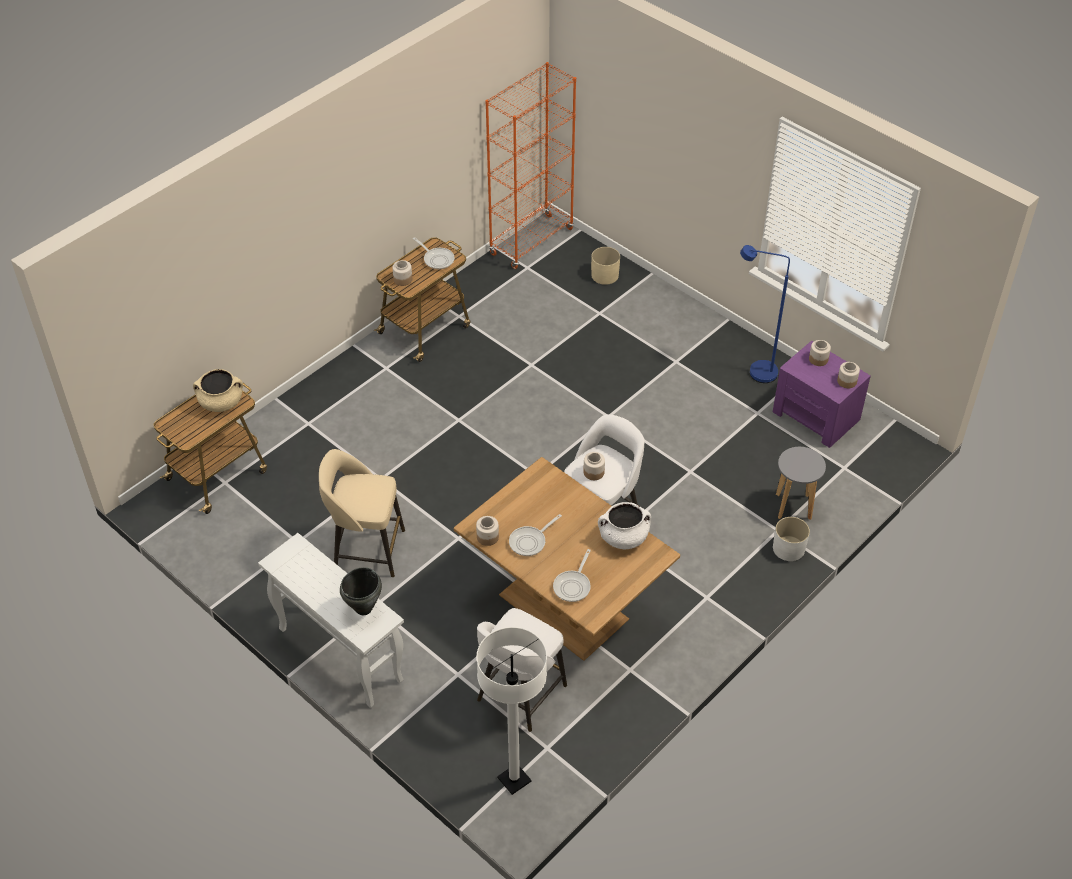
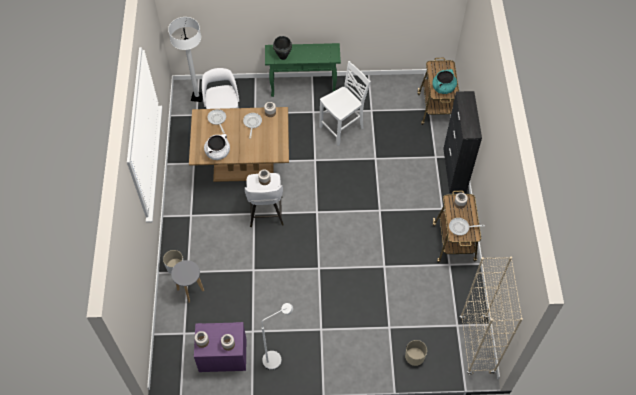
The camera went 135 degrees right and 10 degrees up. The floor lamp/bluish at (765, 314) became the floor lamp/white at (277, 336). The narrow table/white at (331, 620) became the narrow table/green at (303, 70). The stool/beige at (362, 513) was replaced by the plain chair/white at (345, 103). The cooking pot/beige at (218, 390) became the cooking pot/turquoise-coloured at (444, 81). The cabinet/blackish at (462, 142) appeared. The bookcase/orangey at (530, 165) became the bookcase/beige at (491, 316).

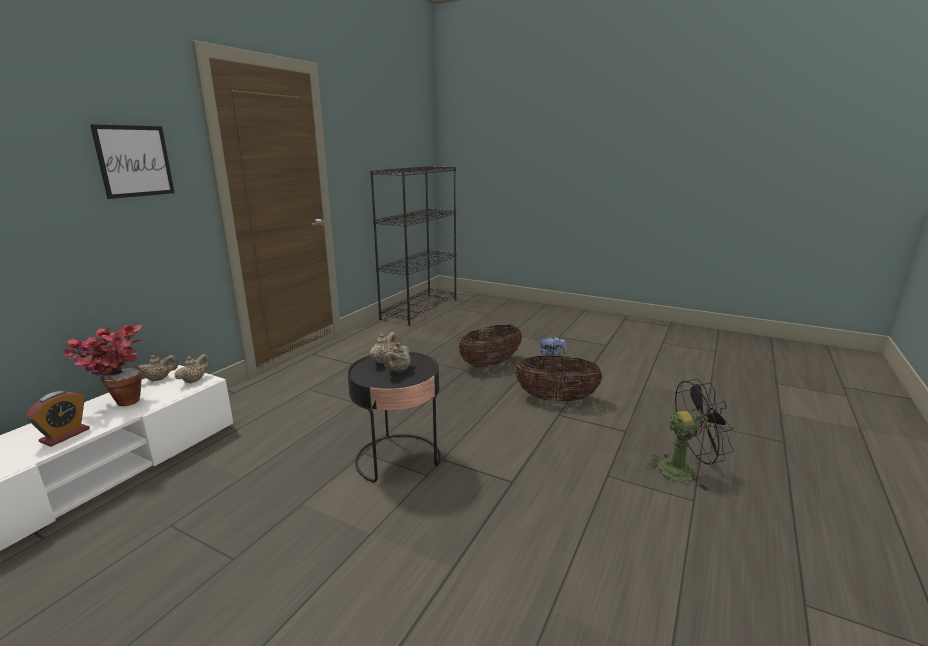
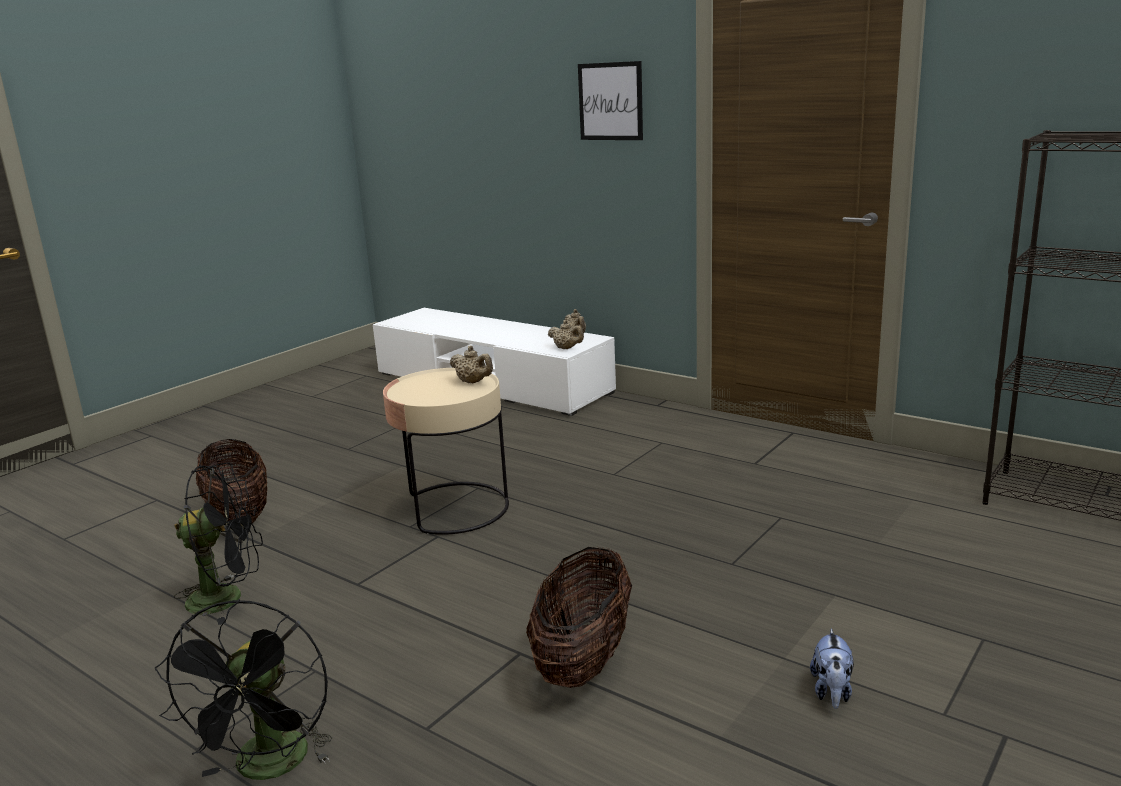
The camera went 100 degrees right and 0 degrees up. The electric fan/blackish at (218, 544) appeared. The household basket moved from (490, 346) to (231, 481). The accent table/blackish at (394, 417) became the accent table/beige at (446, 451). The alarm clock at (57, 419) disappeared. The plant in a pot at (102, 365) disappeared. The pot for tea/beige at (397, 357) disappeared.

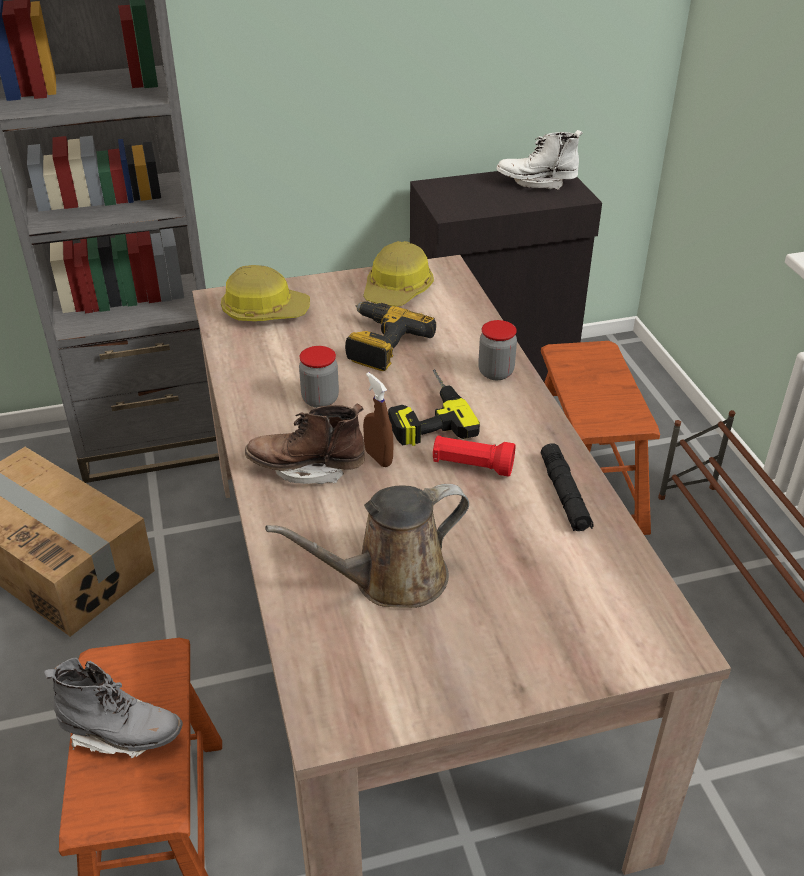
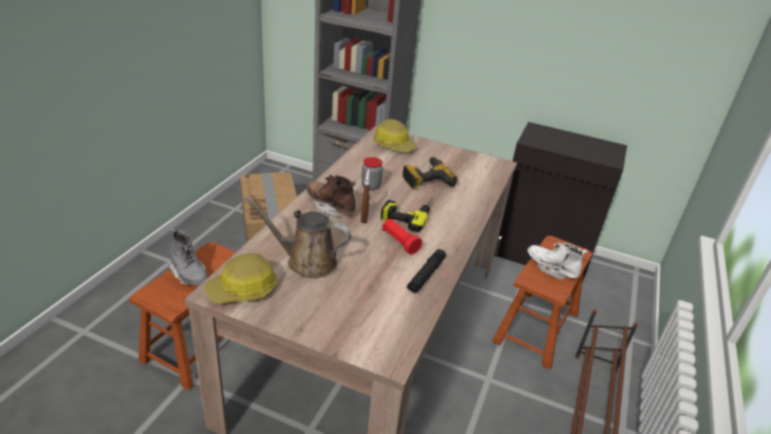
The camera went 35 degrees right and 5 degrees down. The safety helmet moved from (398, 274) to (241, 278). The boot/white moved from (540, 160) to (557, 261). The jar at (497, 350) disappeared.

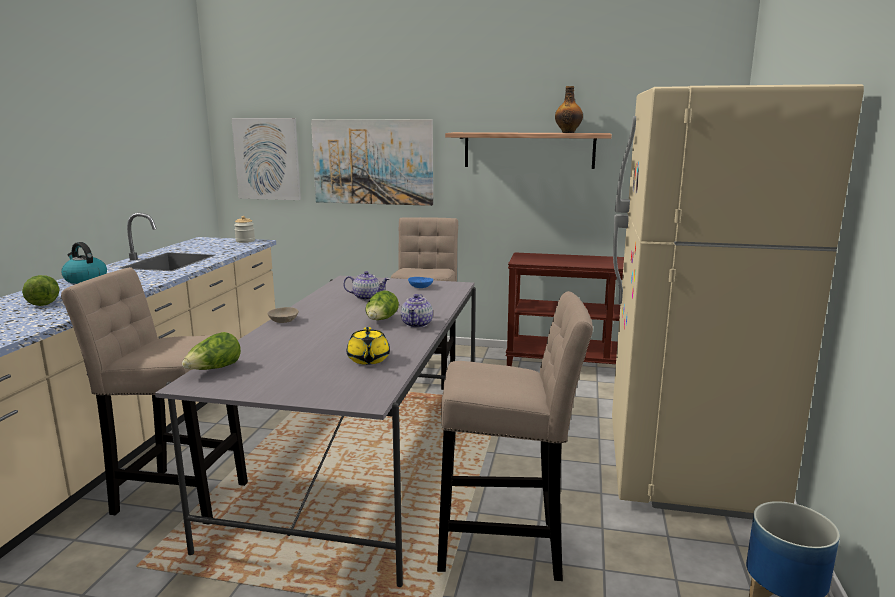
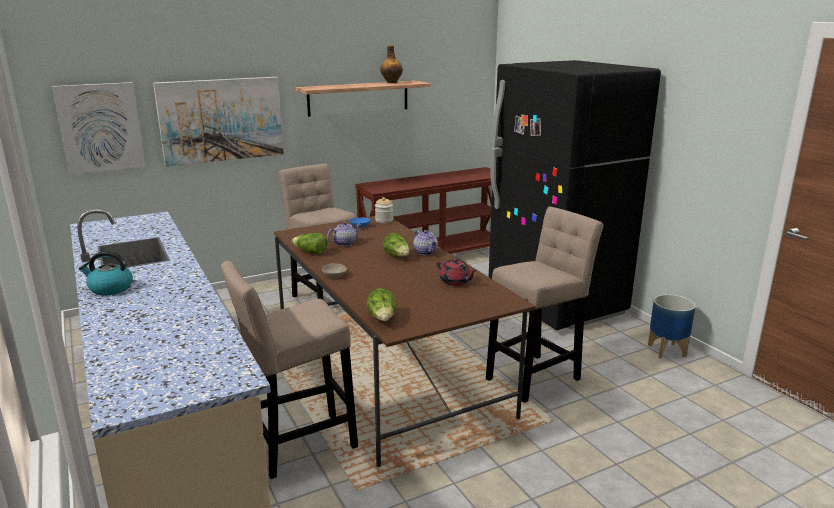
The camera went 40 degrees left and 5 degrees up. The dining table/grey at (315, 431) became the dining table/brown-coloured at (405, 341). The lettuce moved from (41, 290) to (309, 244). The jar moved from (244, 229) to (384, 210). The pot for tea/yellow at (368, 346) became the pot for tea/red-coloured at (457, 272). The kitchen fridge/beige at (738, 302) became the kitchen fridge/blackish at (575, 195).

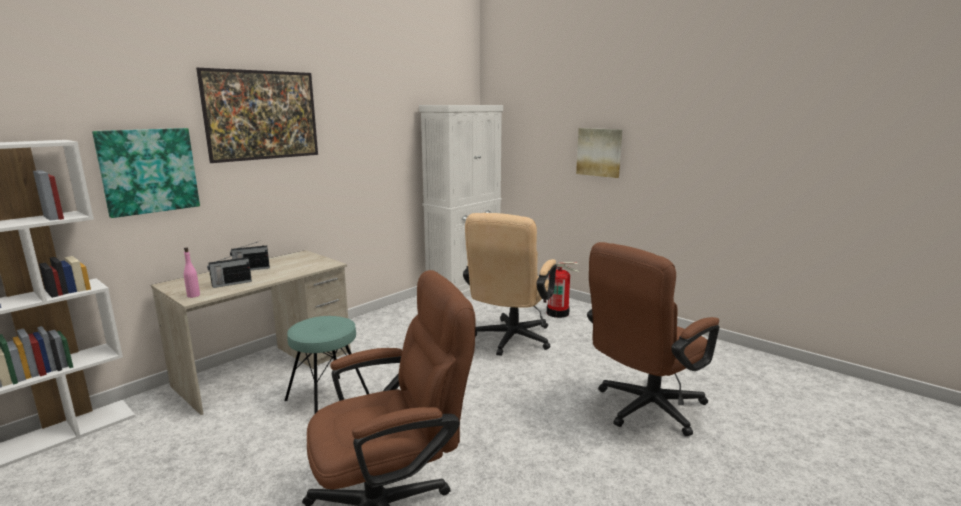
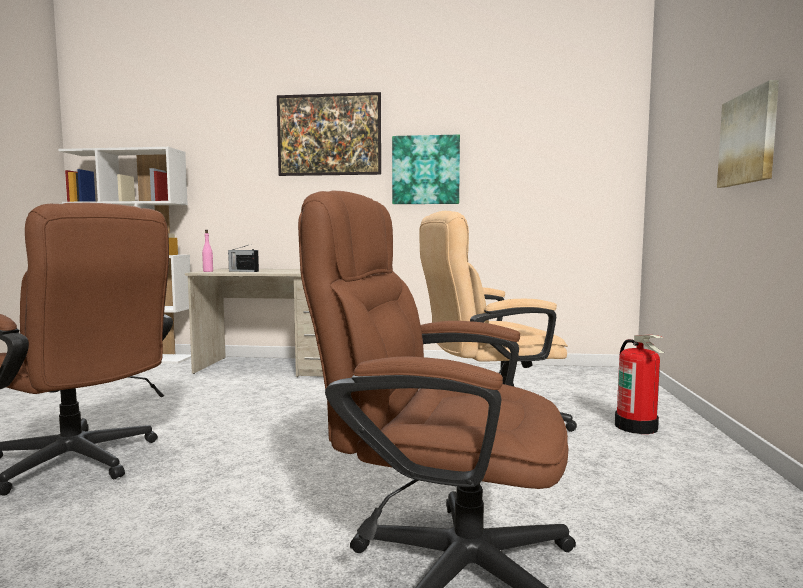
The camera went 55 degrees right and 10 degrees down. The wall picture moved from (146, 173) to (426, 169). The radio set at (250, 256) disappeared. The stool/turquoise-coloured at (326, 364) disappeared. The cabinet/white at (461, 201) disappeared.

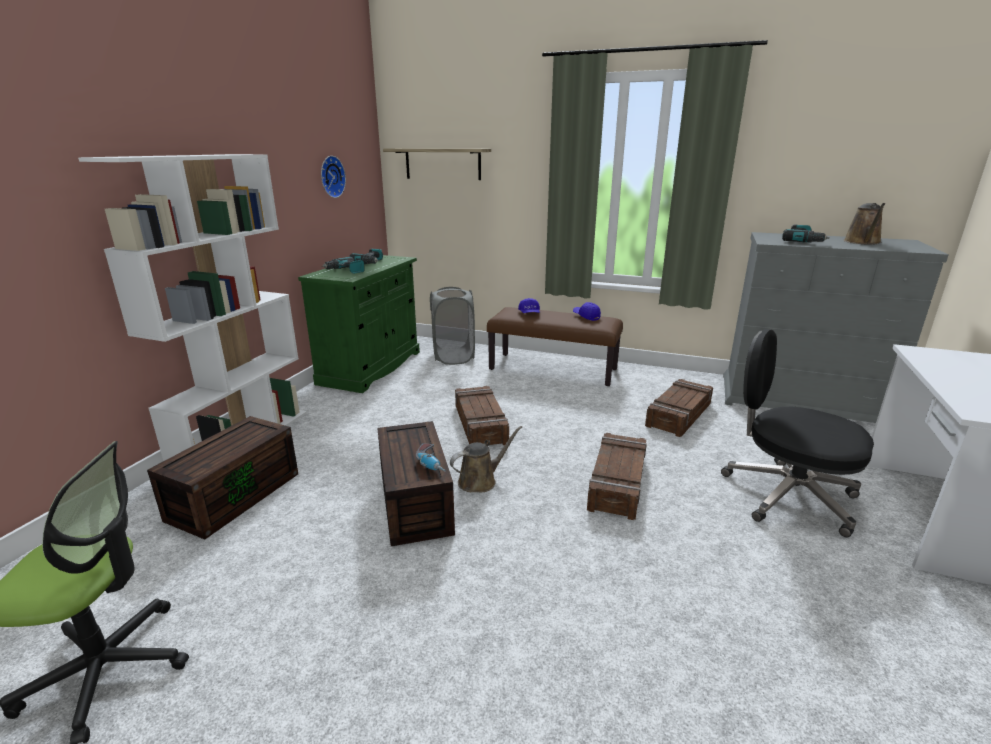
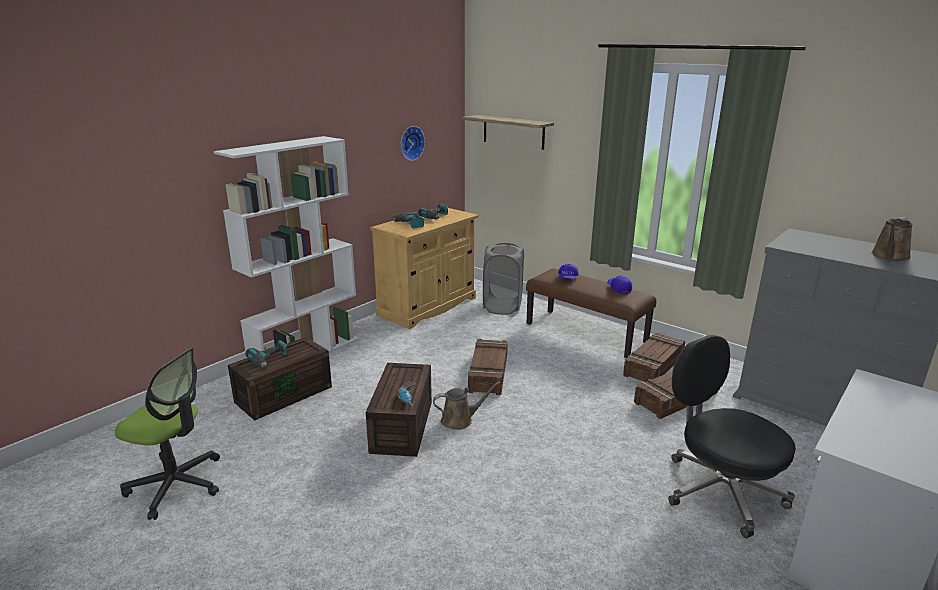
The camera went 20 degrees right and 0 degrees up. The power drill moved from (806, 233) to (266, 354). The cabinet/green at (359, 324) became the cabinet/beige at (424, 268). The crate moved from (617, 476) to (654, 357).

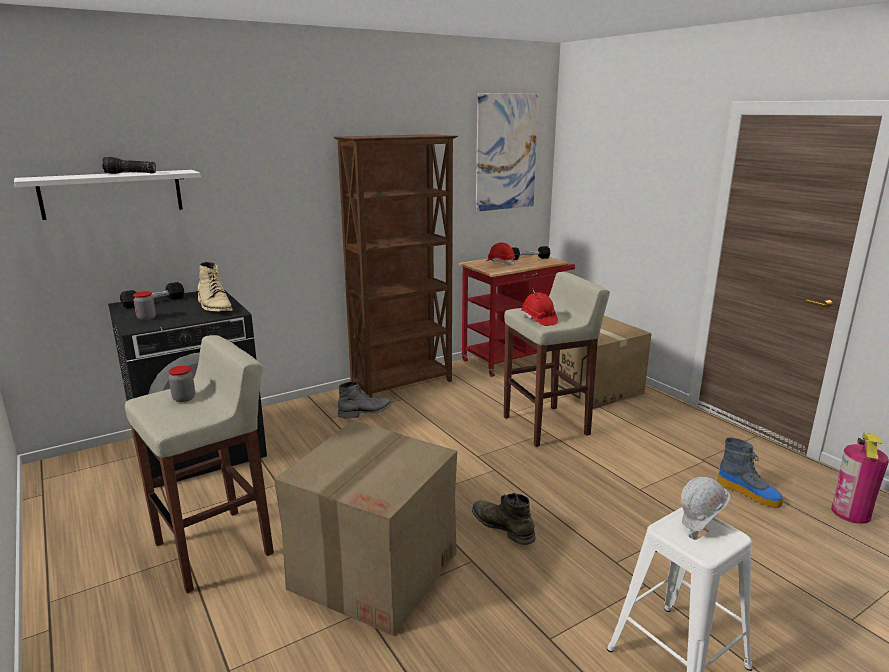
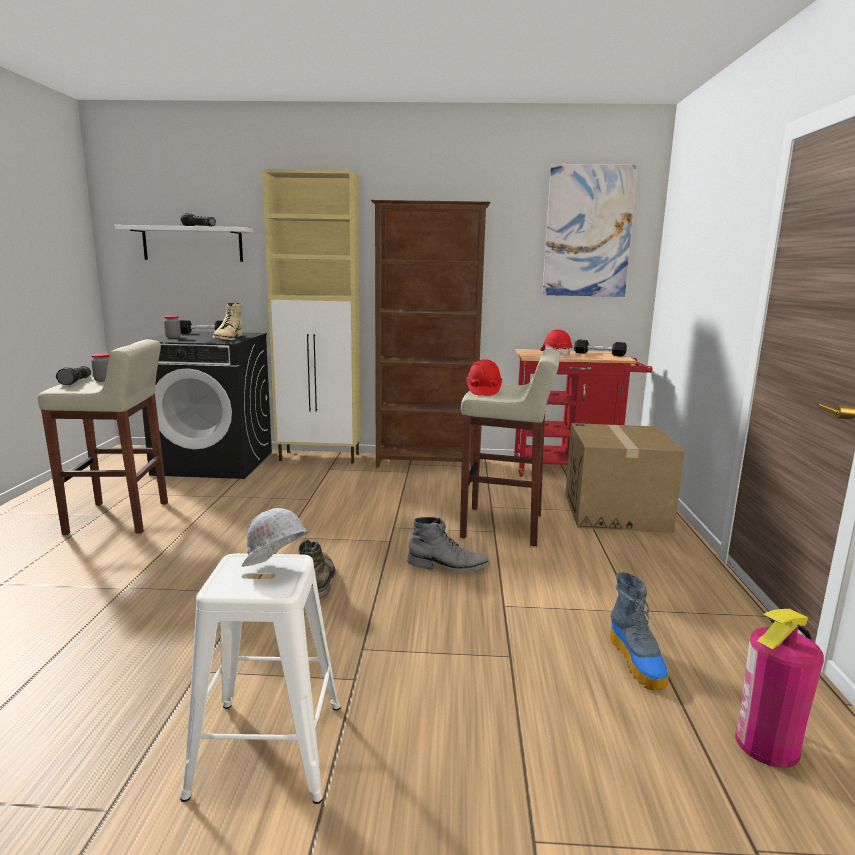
The camera went 35 degrees right and 5 degrees down. The hand torch at (73, 375) appeared. The cabinet/beige at (311, 316) appeared. The boot/grey moved from (365, 399) to (448, 544). The cardboard box at (365, 528) disappeared.

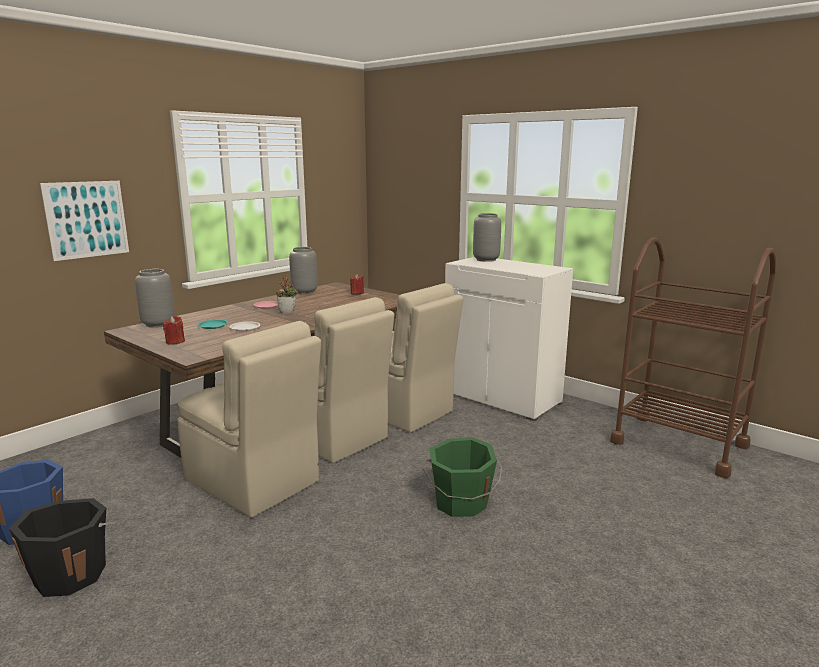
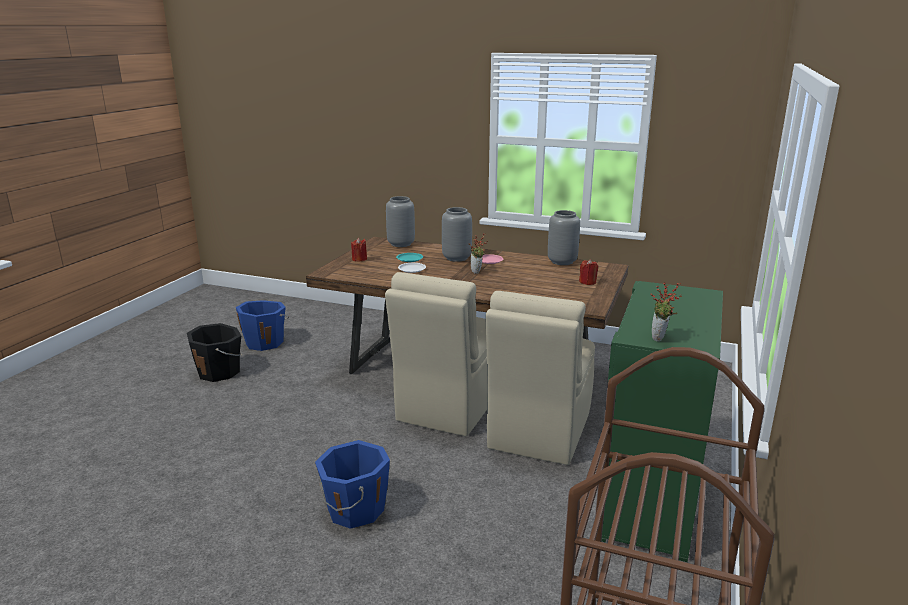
The camera went 70 degrees right and 5 degrees up. The water bucket/green at (462, 477) became the water bucket/bluish at (352, 484). The flower vase/grey moved from (487, 237) to (457, 234). The cabinet/white at (509, 339) became the cabinet/green at (662, 421). The plant in a pot at (666, 312) appeared. The wall picture at (84, 221) disappeared. The plain chair/beige at (249, 419) disappeared.

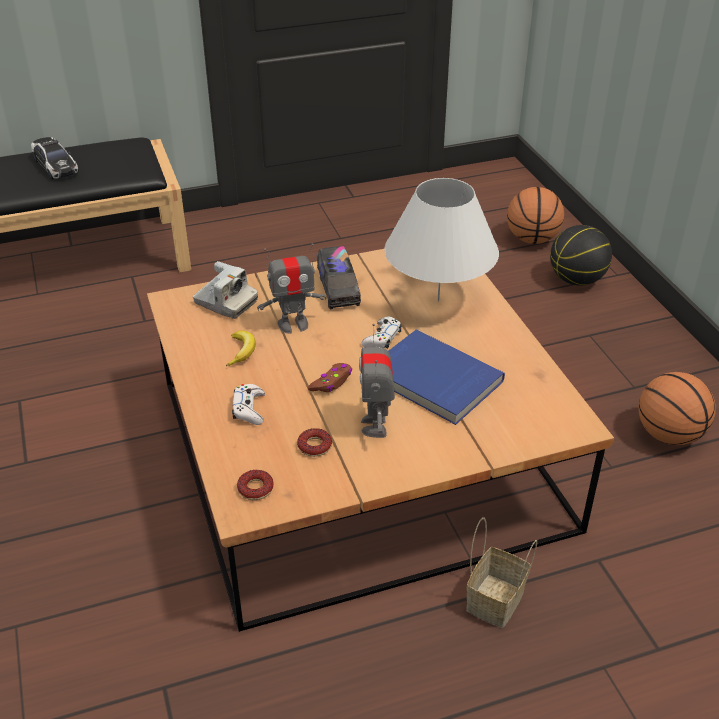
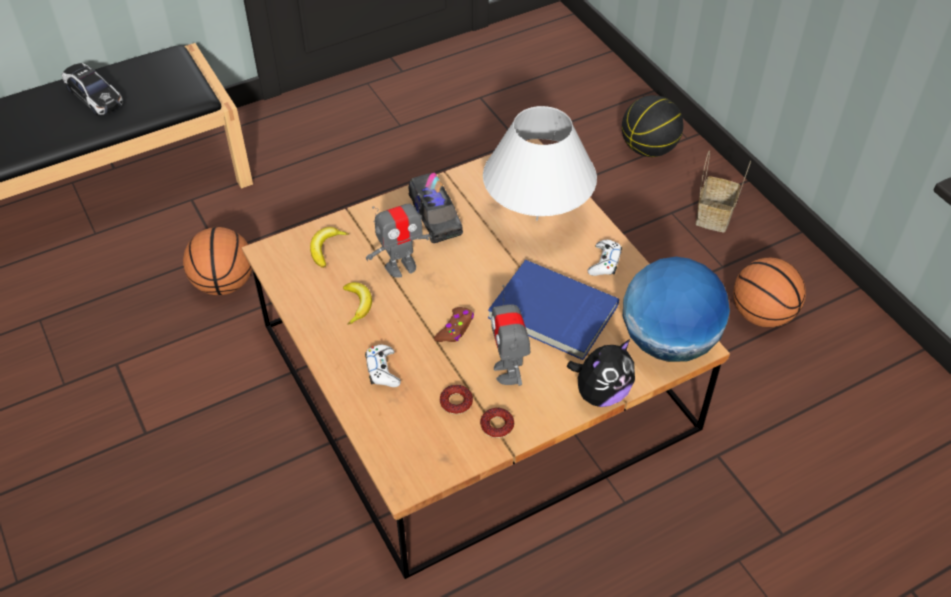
The camera went 10 degrees left and 10 degrees up. The basketball ball moved from (535, 215) to (217, 261). The still camera at (225, 290) was replaced by the banana at (329, 247). The doughnut moved from (255, 485) to (497, 423). The plush toy at (601, 373) appeared. The game controller/white moved from (382, 332) to (605, 258). The world globe at (676, 309) appeared. The household basket moved from (501, 572) to (723, 192).

